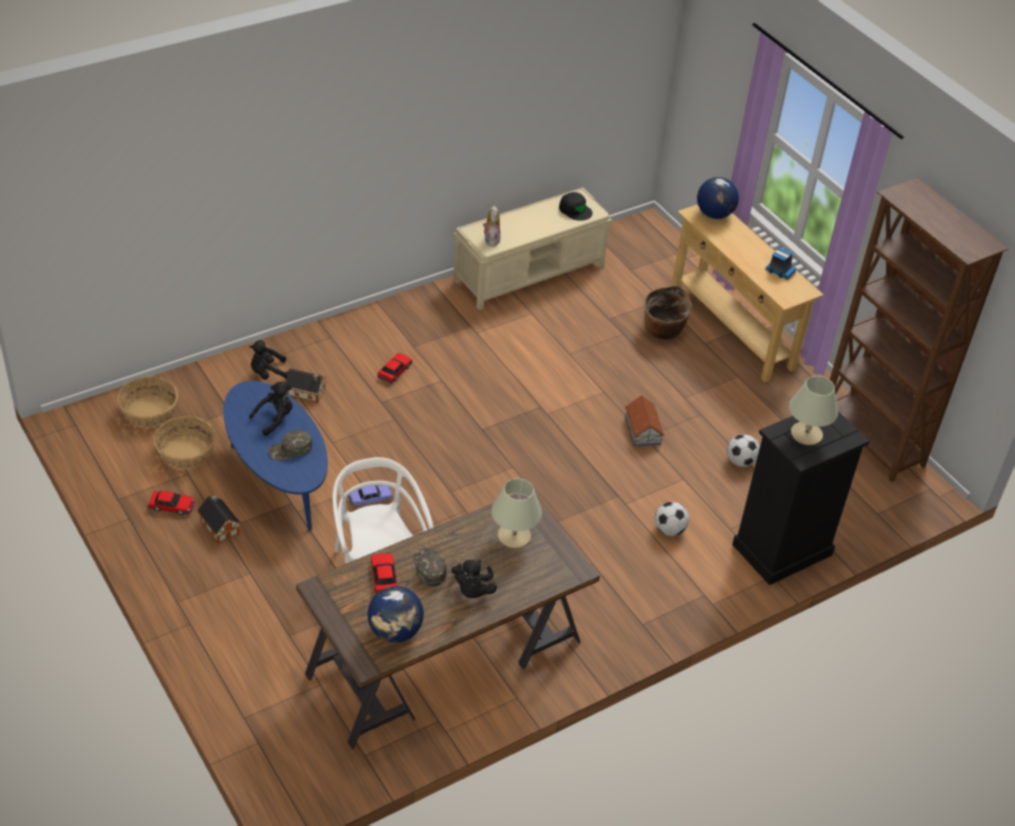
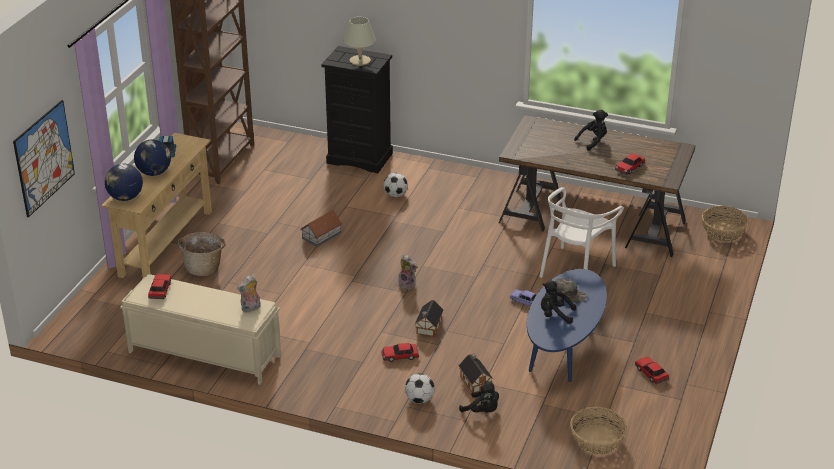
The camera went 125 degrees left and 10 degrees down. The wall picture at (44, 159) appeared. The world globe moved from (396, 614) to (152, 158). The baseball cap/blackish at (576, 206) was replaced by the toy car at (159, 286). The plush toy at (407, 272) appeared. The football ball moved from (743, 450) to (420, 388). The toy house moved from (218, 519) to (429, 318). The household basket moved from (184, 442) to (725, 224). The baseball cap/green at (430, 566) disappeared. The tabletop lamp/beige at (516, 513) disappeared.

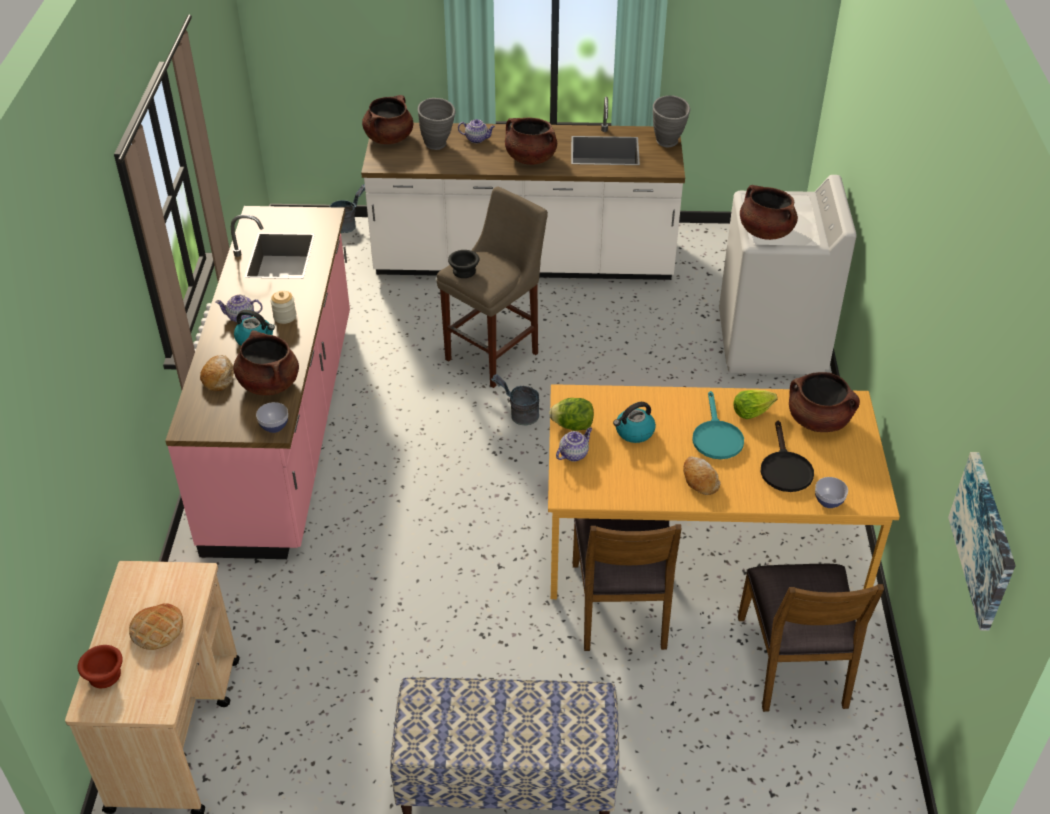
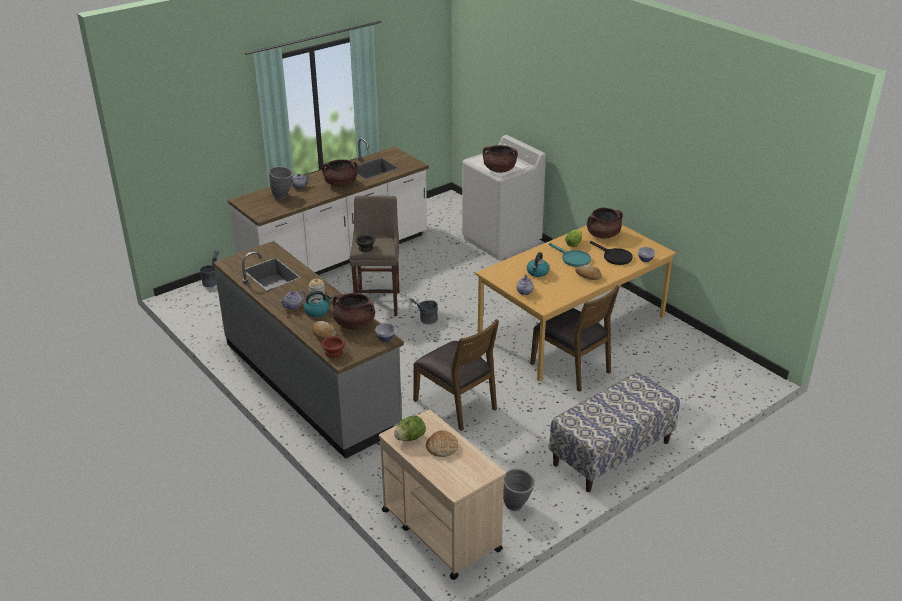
The camera went 40 degrees left and 10 degrees down. The kitchen counter/pink at (257, 382) became the kitchen counter/grey at (308, 350). The serving bowl/brown-coloured moved from (100, 666) to (333, 347). The lettuce moved from (571, 414) to (410, 428). The plain chair/brown-coloured moved from (811, 638) to (456, 375). The flower vase/grey moved from (671, 121) to (519, 490). The cooking pot/brown-coloured at (387, 119) disappeared. The wall picture at (982, 541) disappeared.

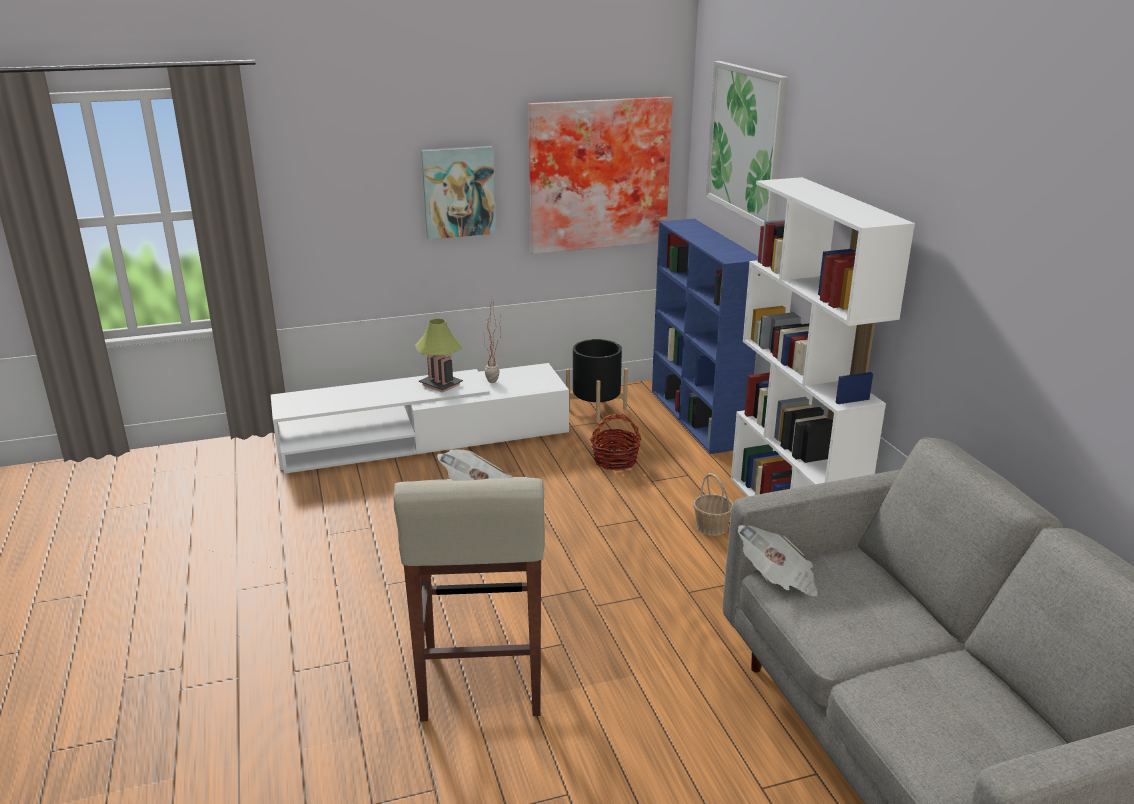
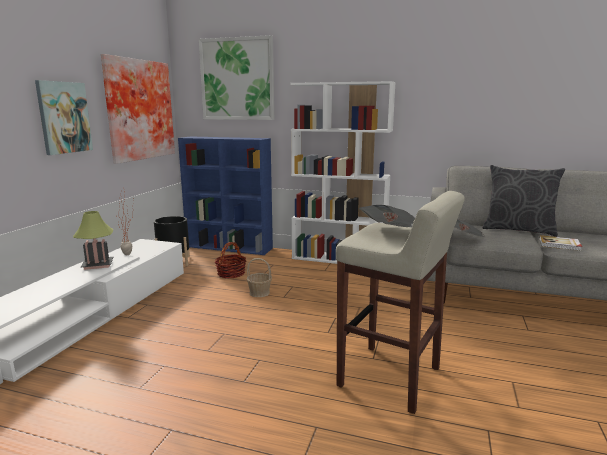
The camera went 55 degrees left and 10 degrees down. The household basket moved from (713, 504) to (259, 277). The cushion/grey at (523, 201) appeared. The bound book at (560, 243) appeared.

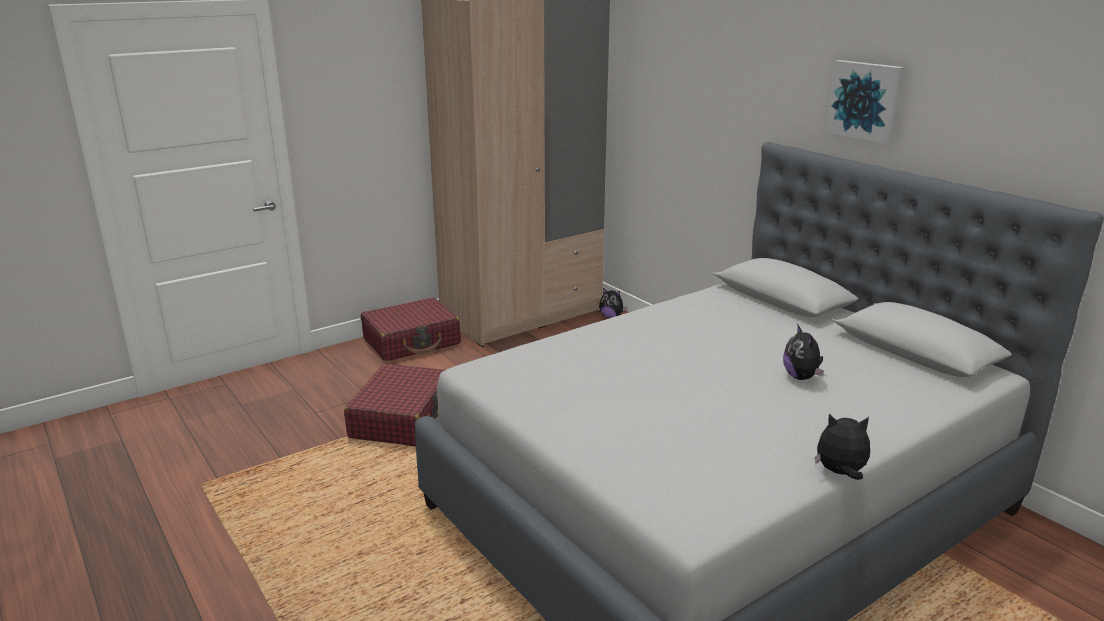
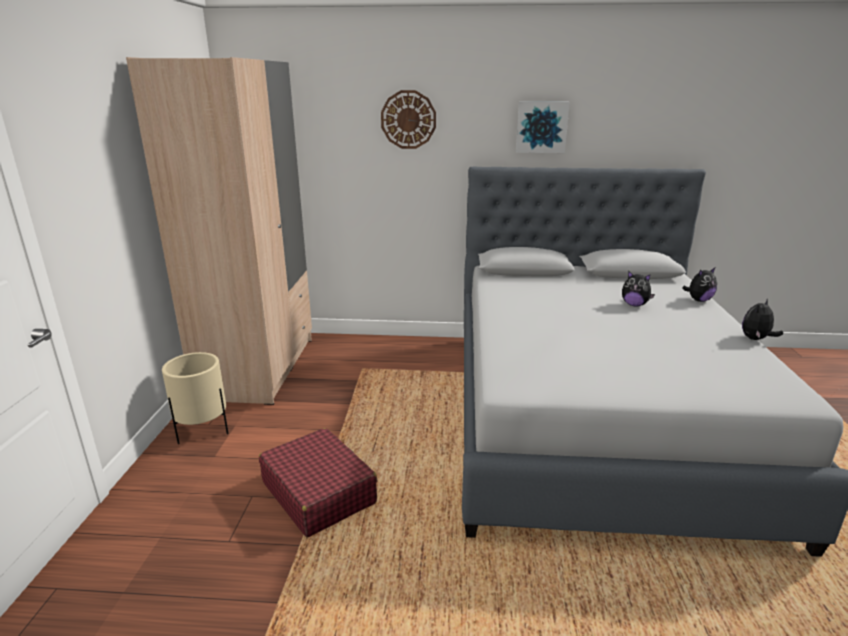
The camera went 50 degrees left and 0 degrees up. The travel case/red-coloured at (411, 329) was replaced by the flower pot/beige at (195, 398). The clock on the wall at (408, 119) appeared. The plush toy moved from (613, 303) to (699, 285).

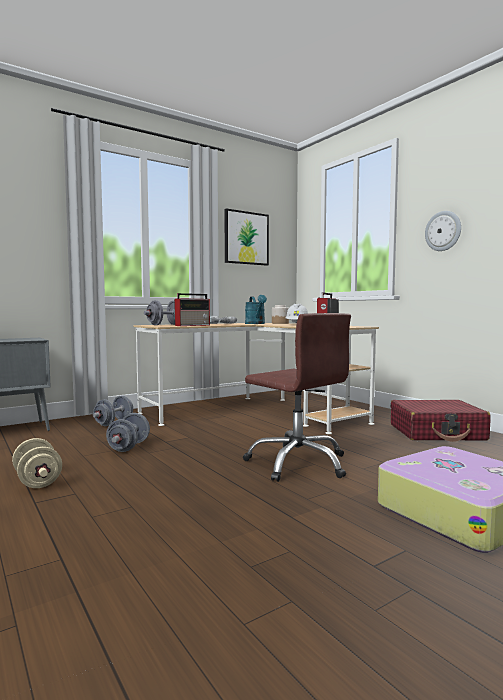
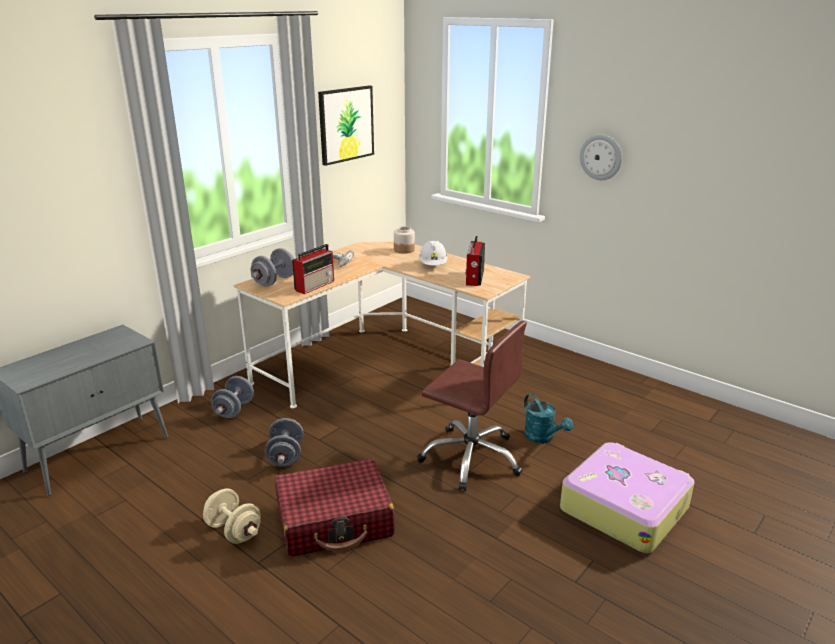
The camera went 15 degrees left and 20 degrees up. The travel case/red-coloured moved from (441, 421) to (335, 508). The sprinkling can/turquoise-coloured moved from (256, 309) to (548, 419).

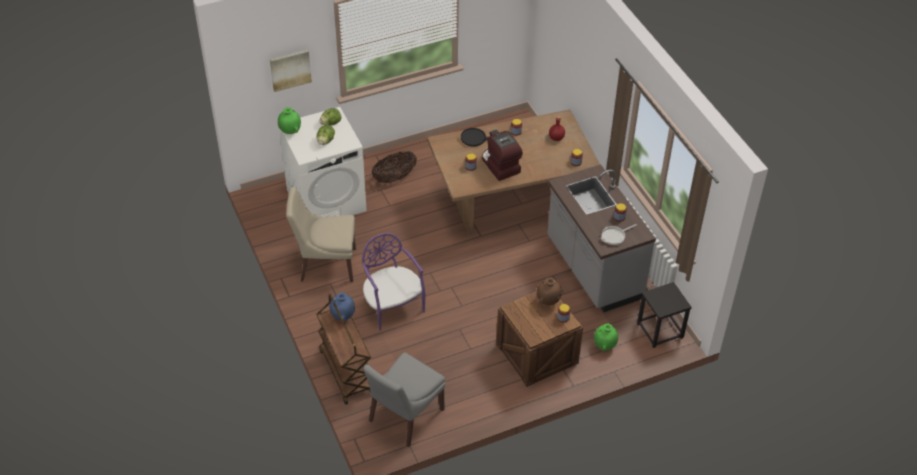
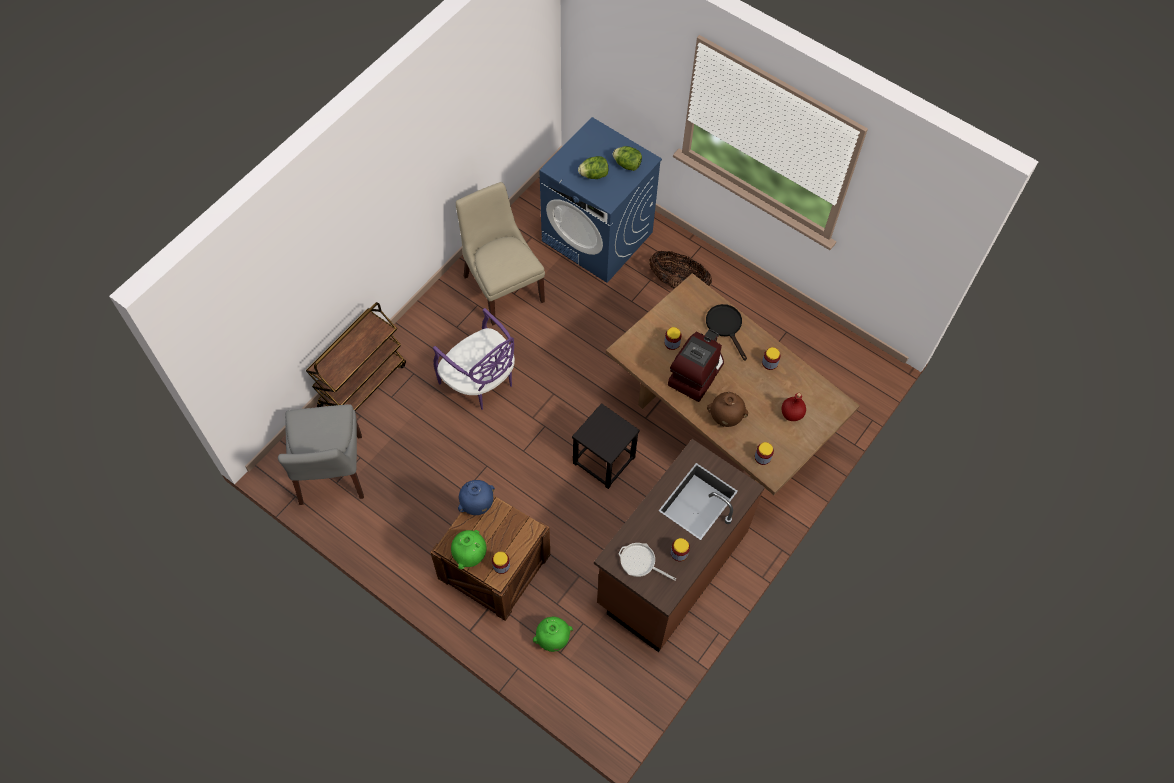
The camera went 60 degrees right and 15 degrees up. The plain chair/grey at (404, 400) turned 105 degrees counterclockwise. The plain chair/purplish at (394, 282) turned 105 degrees clockwise. The flower vase/green moved from (289, 120) to (468, 549). The flower vase/bluish moved from (342, 306) to (476, 497). The laundry machine/white at (323, 162) became the laundry machine/bluish at (601, 200). The stool/blackish moved from (664, 315) to (606, 446). The kitchen counter/grey at (601, 238) became the kitchen counter/brown-coloured at (679, 545). The flower vase/brown-coloured moved from (549, 291) to (727, 409). The wall picture at (291, 70) disappeared.

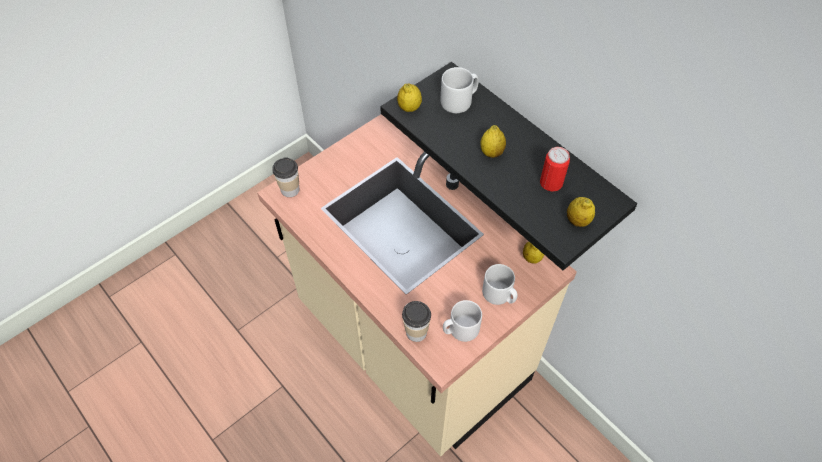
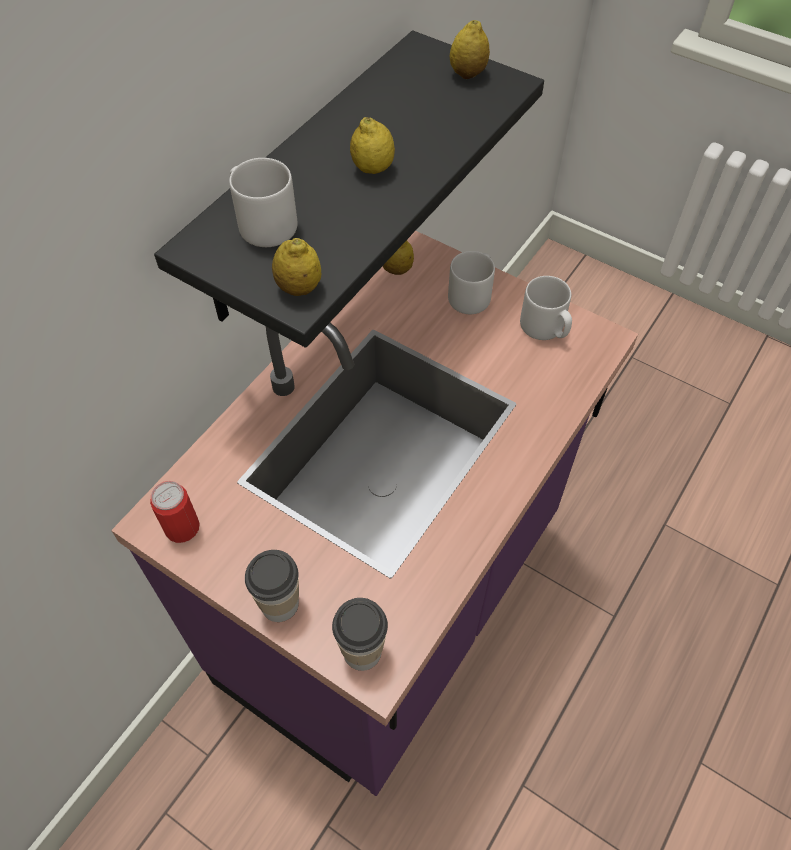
The camera went 105 degrees left and 0 degrees up. The kitchen counter/beige at (417, 285) became the kitchen counter/purplish at (374, 513). The can moved from (555, 169) to (175, 512). The cup moved from (416, 321) to (272, 586).

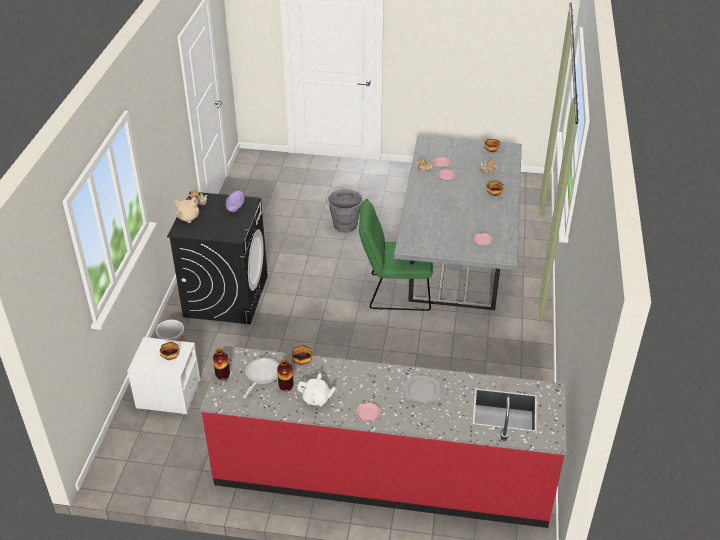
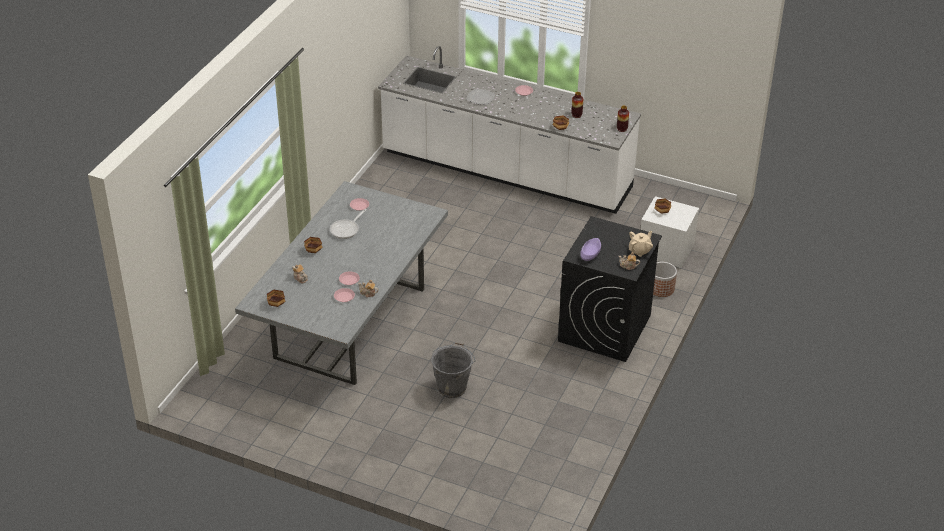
The camera went 165 degrees left and 0 degrees up. The skillet moved from (261, 377) to (348, 224). The kitchen counter/red-coloured at (383, 437) became the kitchen counter/white at (509, 130). The pot for tea/white at (316, 389) disappeared. The plain chair/green at (396, 255) disappeared.

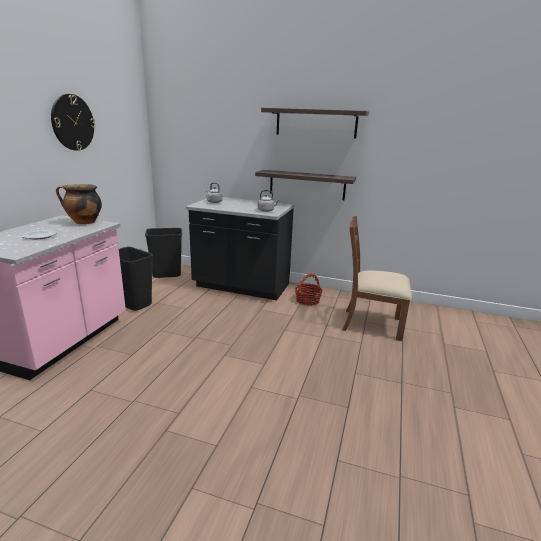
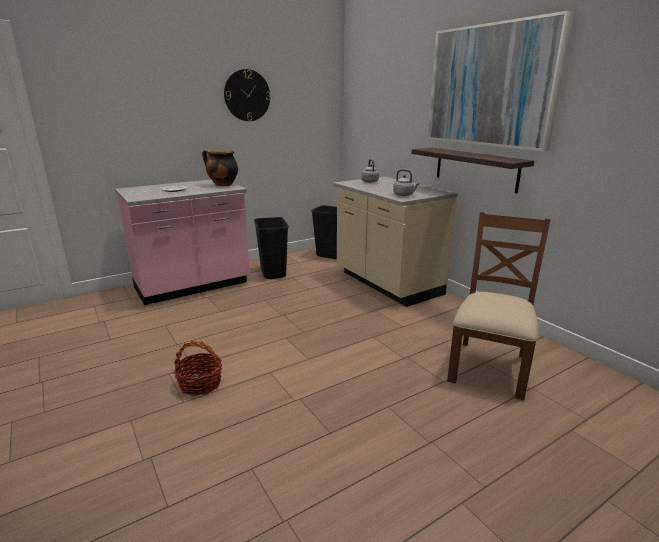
The camera went 40 degrees right and 0 degrees up. The household basket moved from (309, 290) to (198, 368). The kitchen counter/blackish at (240, 248) became the kitchen counter/beige at (395, 241). The wall shelf at (315, 123) was replaced by the wall picture at (501, 81). The plain chair/brown-coloured at (377, 278) turned 60 degrees clockwise.

